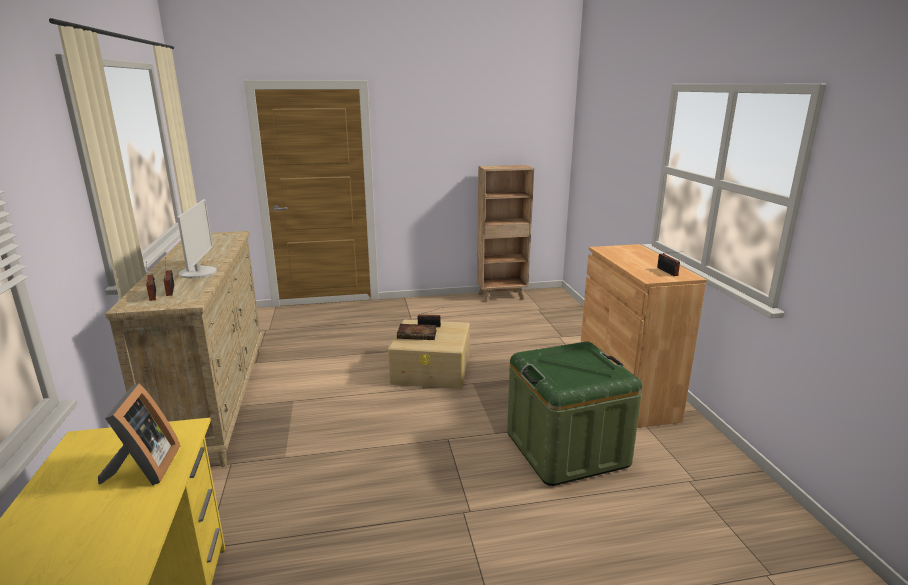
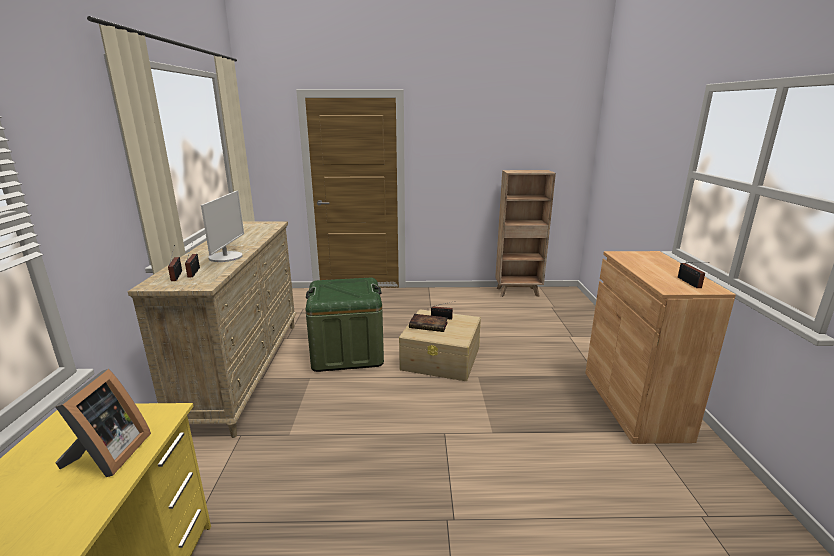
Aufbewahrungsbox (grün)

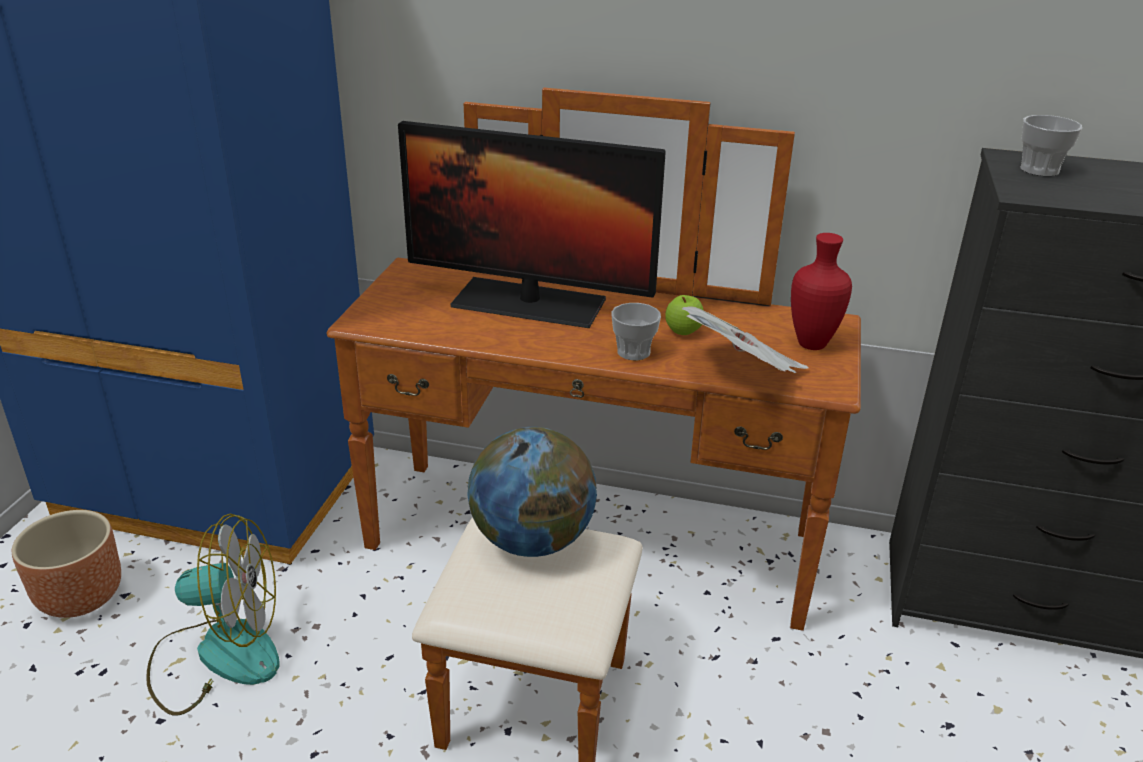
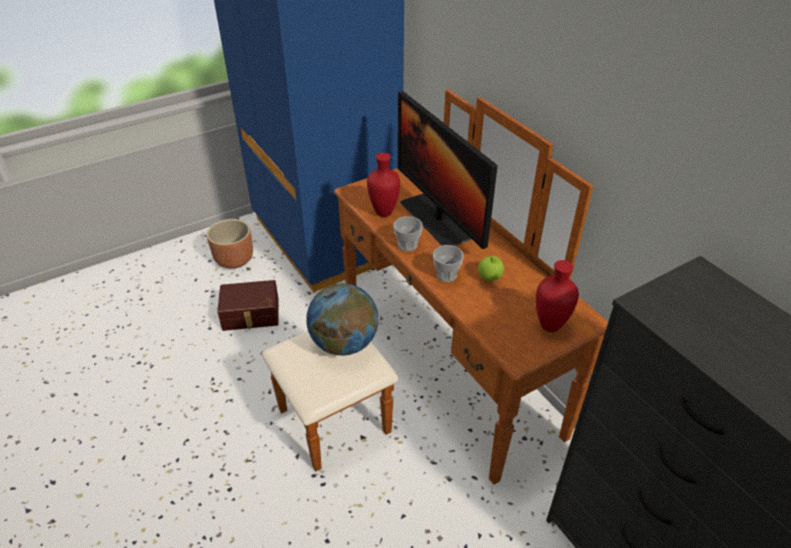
Tasse (no. 1 from left); Zeitung; Aufbewahrungsbox (braun); Vase (rot) (no. 1 from left)

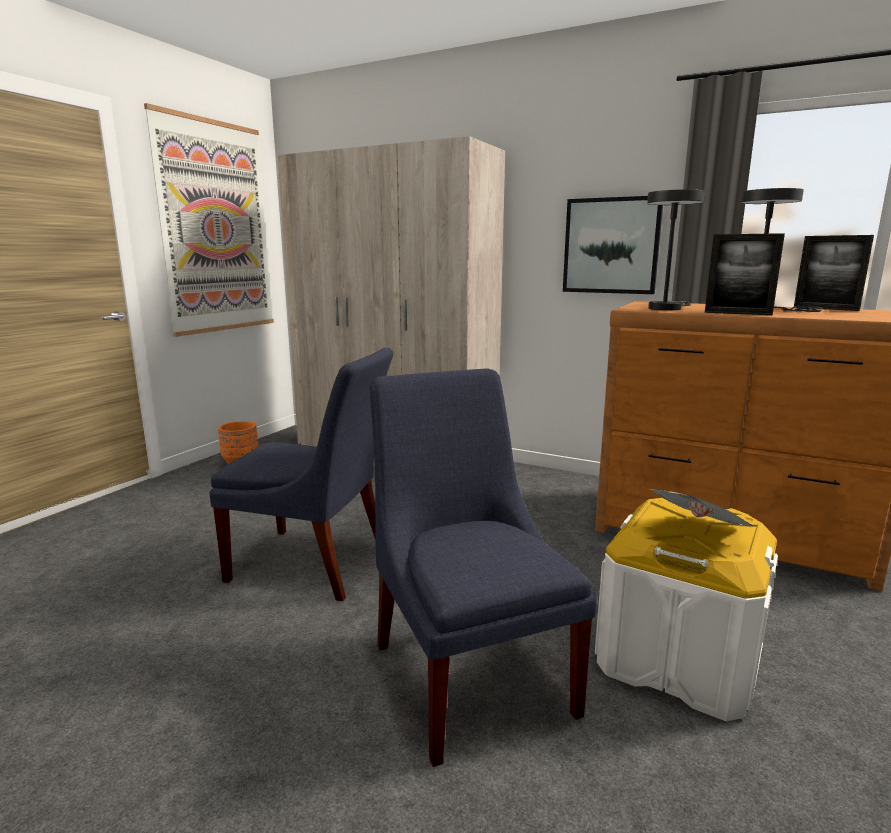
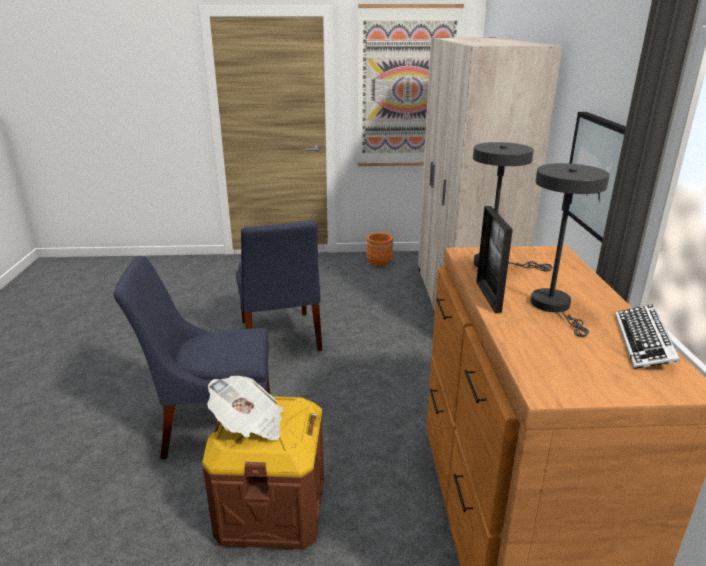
Tastatur; Stuhl (blau) (no. 1 from left); Aufbewahrungsbox (braun)

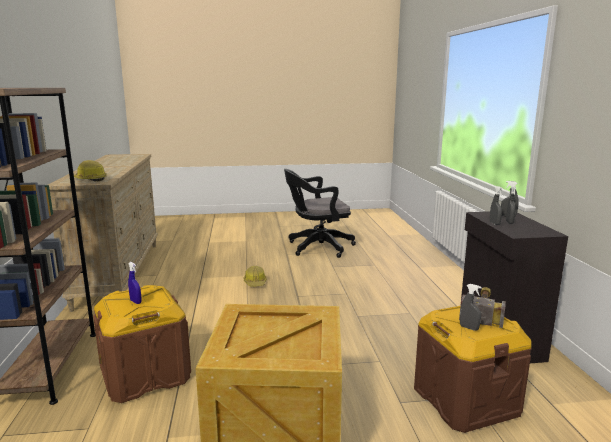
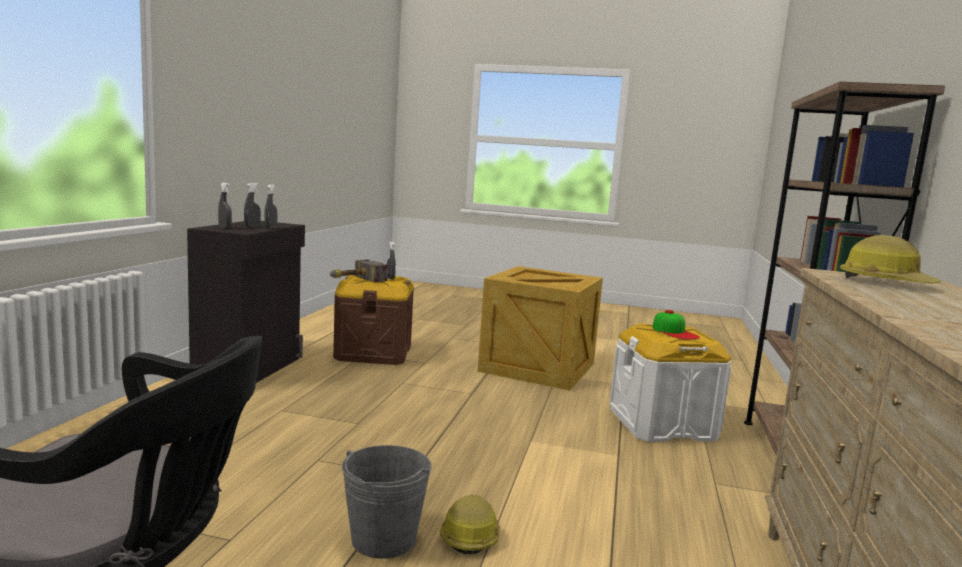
Kappe; Aufbewahrungsbox (weiß); Eimer (grau)

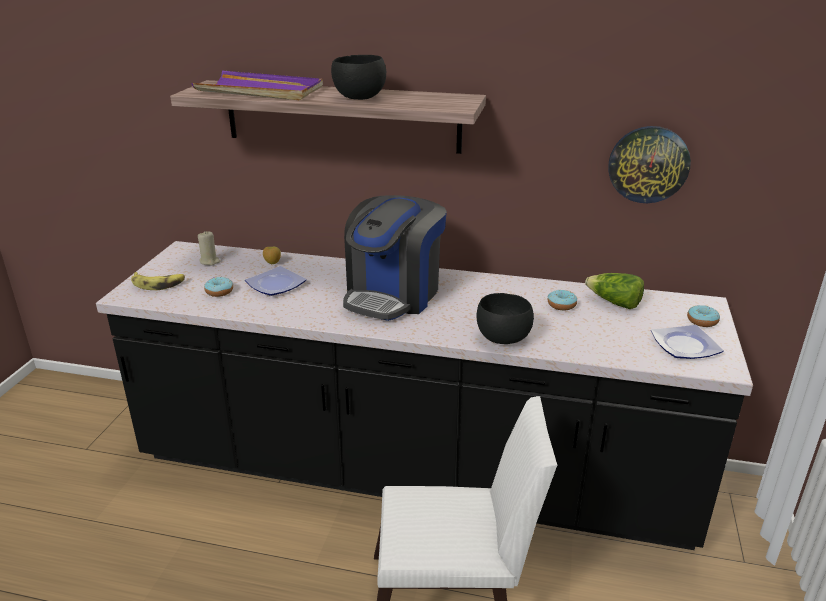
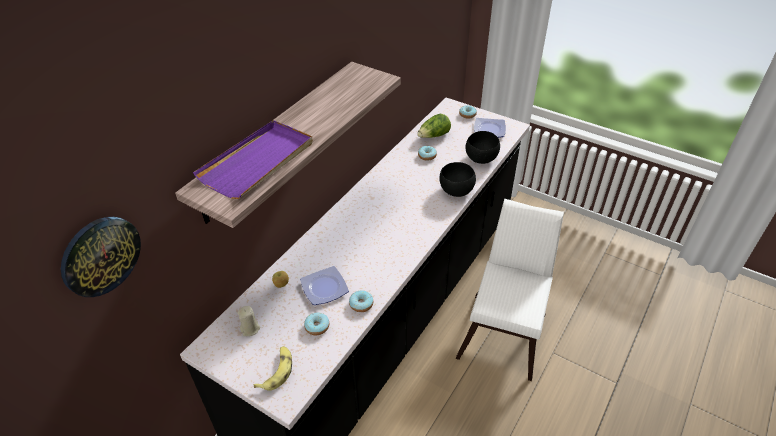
Schüssel (schwarz) (no. 2 from left); Wanduhr; Kaffeemaschine; Donut (no. 2 from left)

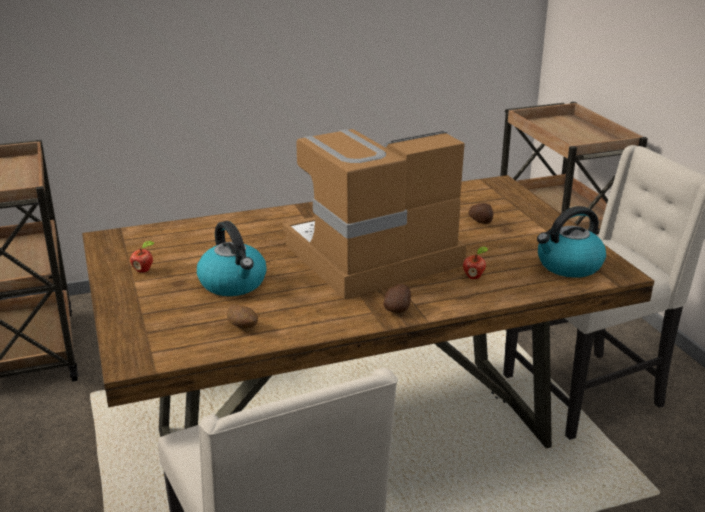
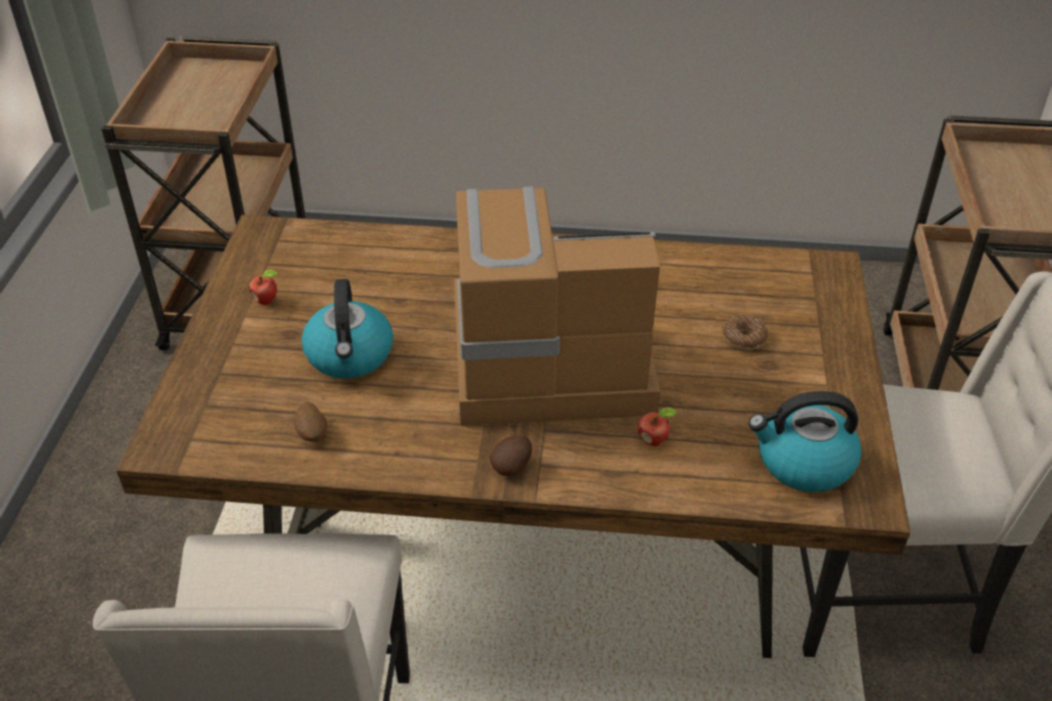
Donut

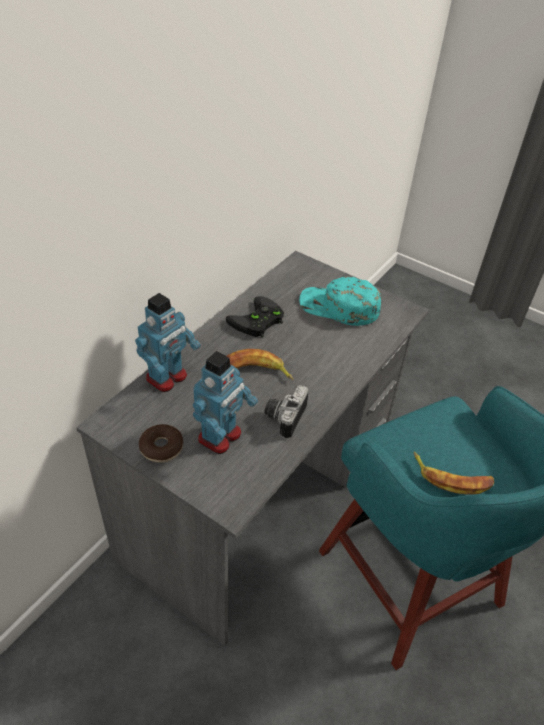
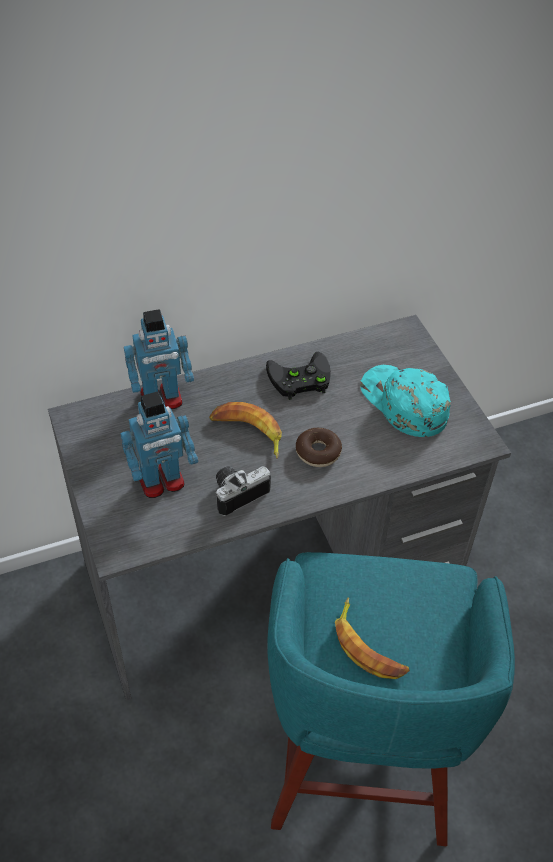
Donut

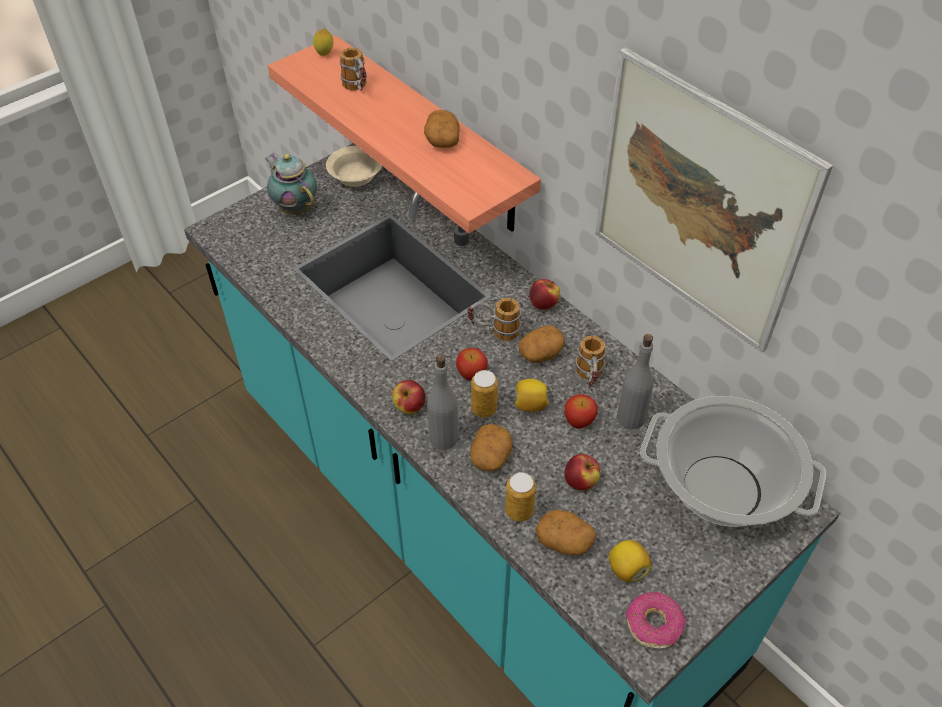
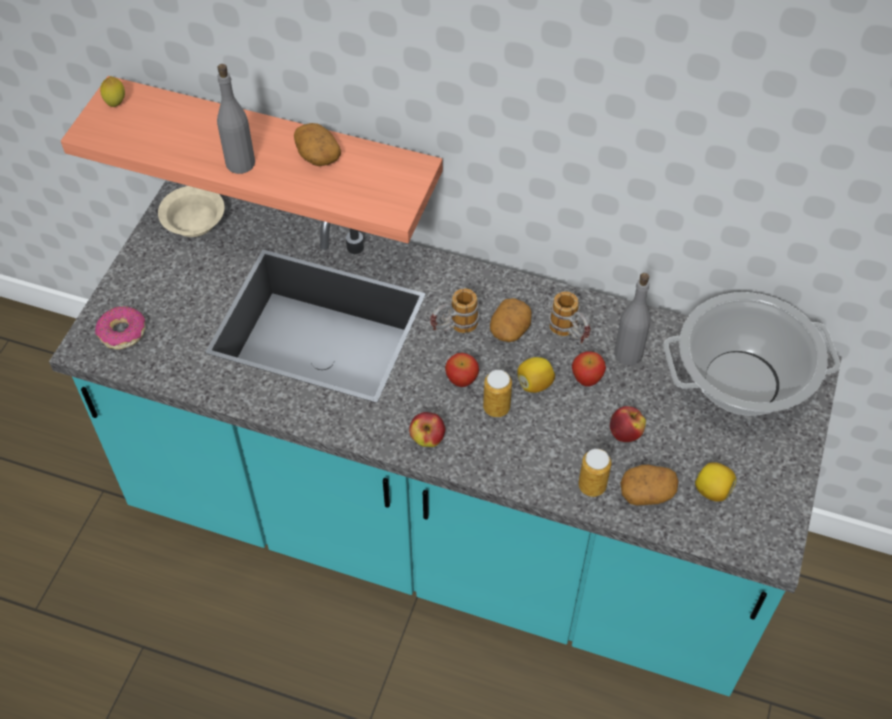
Henkelbecher (no. 1 from left in the first image); Bild; Teekanne; Apfel (no. 3 from left in the first image); Flasche (grau) (no. 1 from left); Kartoffel (no. 2 from left in the first image); Donut

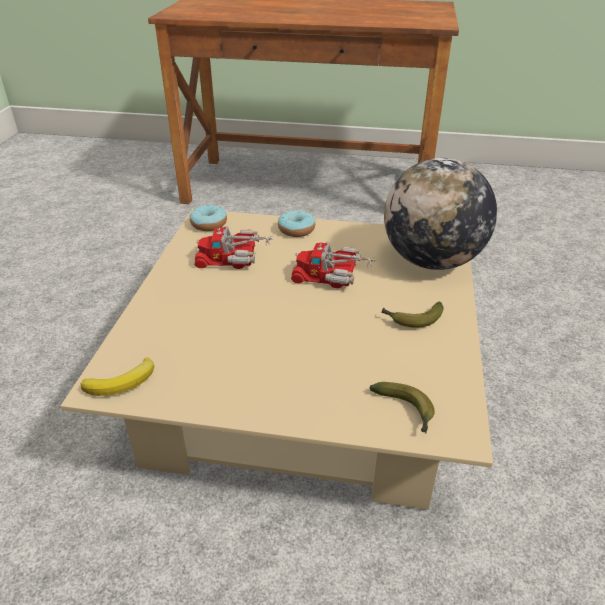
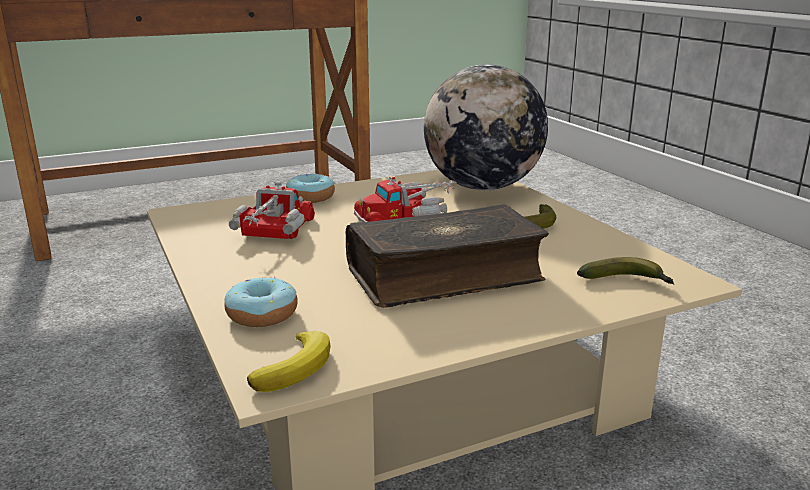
Donut (no. 1 from left); Spielzeuglaster (no. 1 from left); Buch

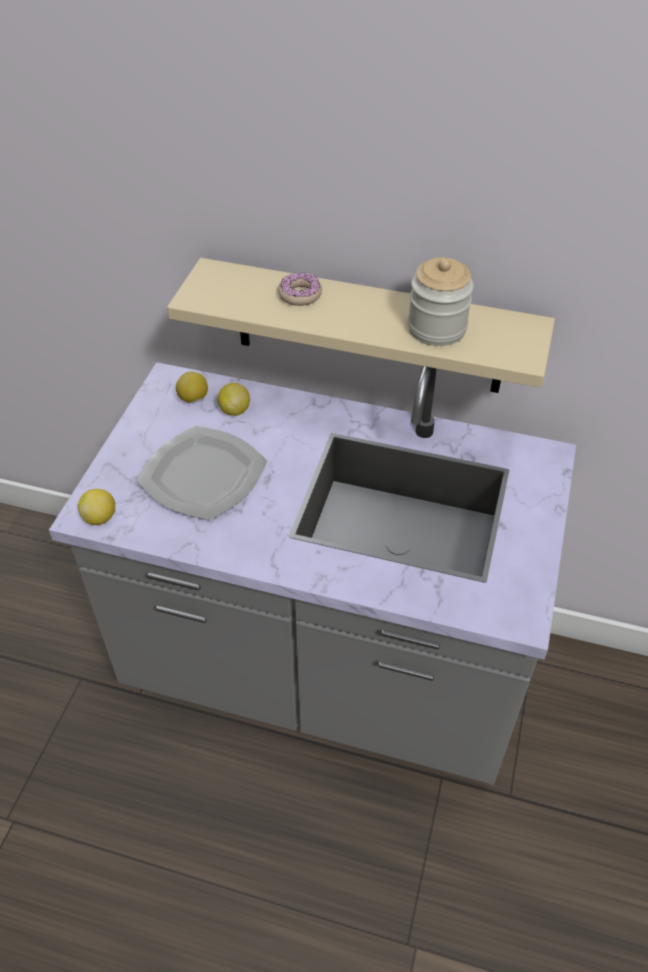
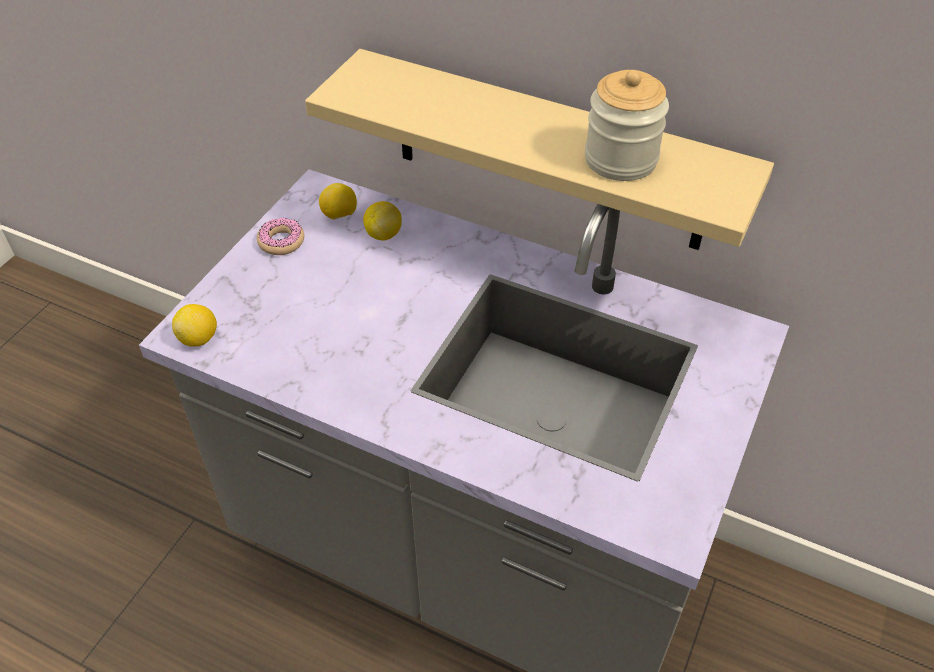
Donut; Teller

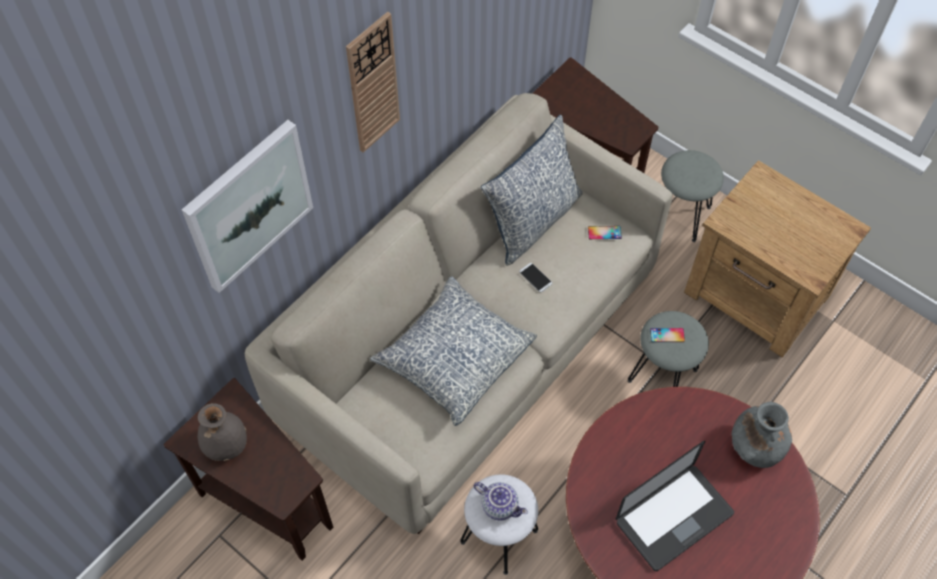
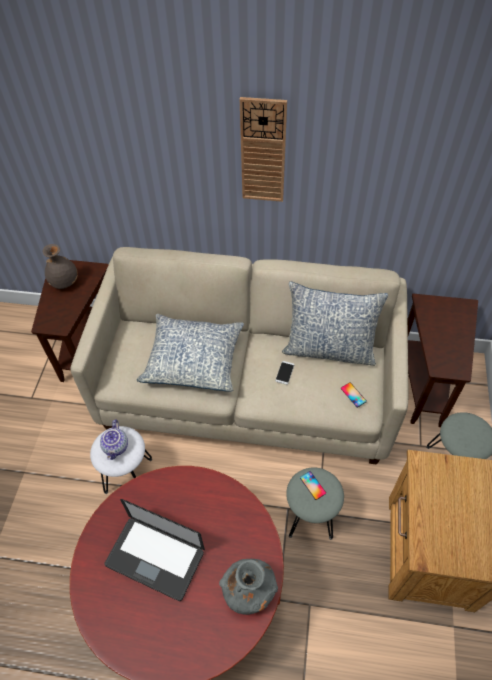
Bild

